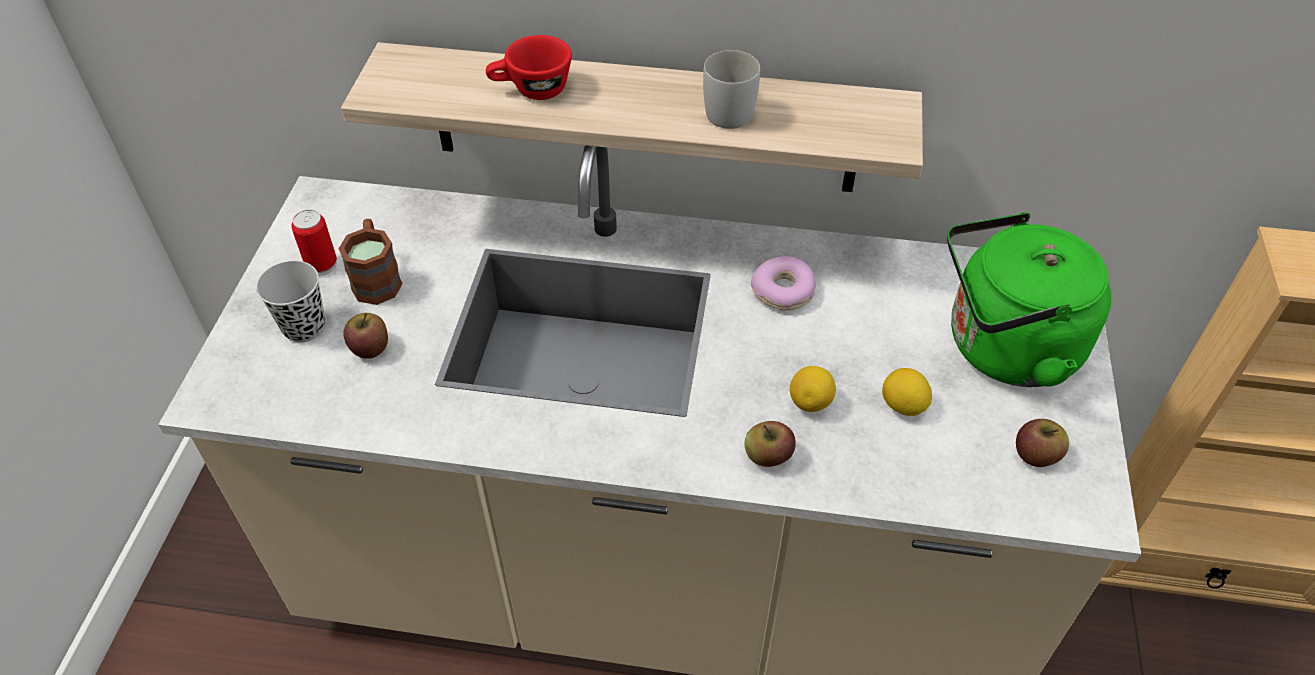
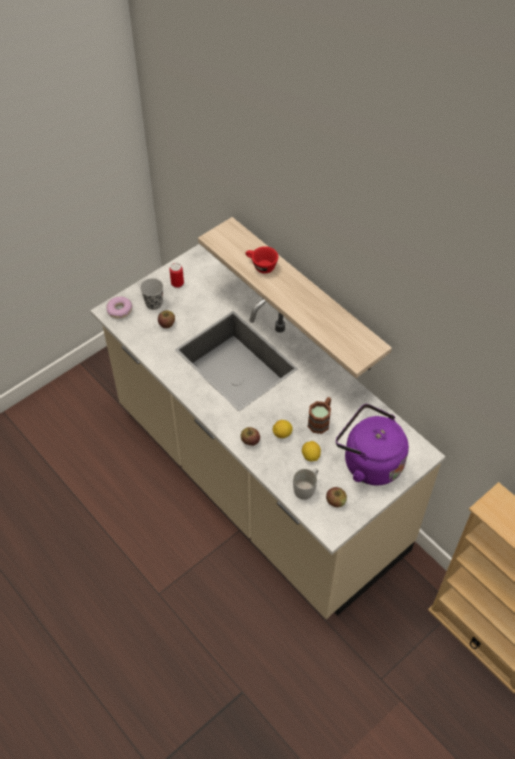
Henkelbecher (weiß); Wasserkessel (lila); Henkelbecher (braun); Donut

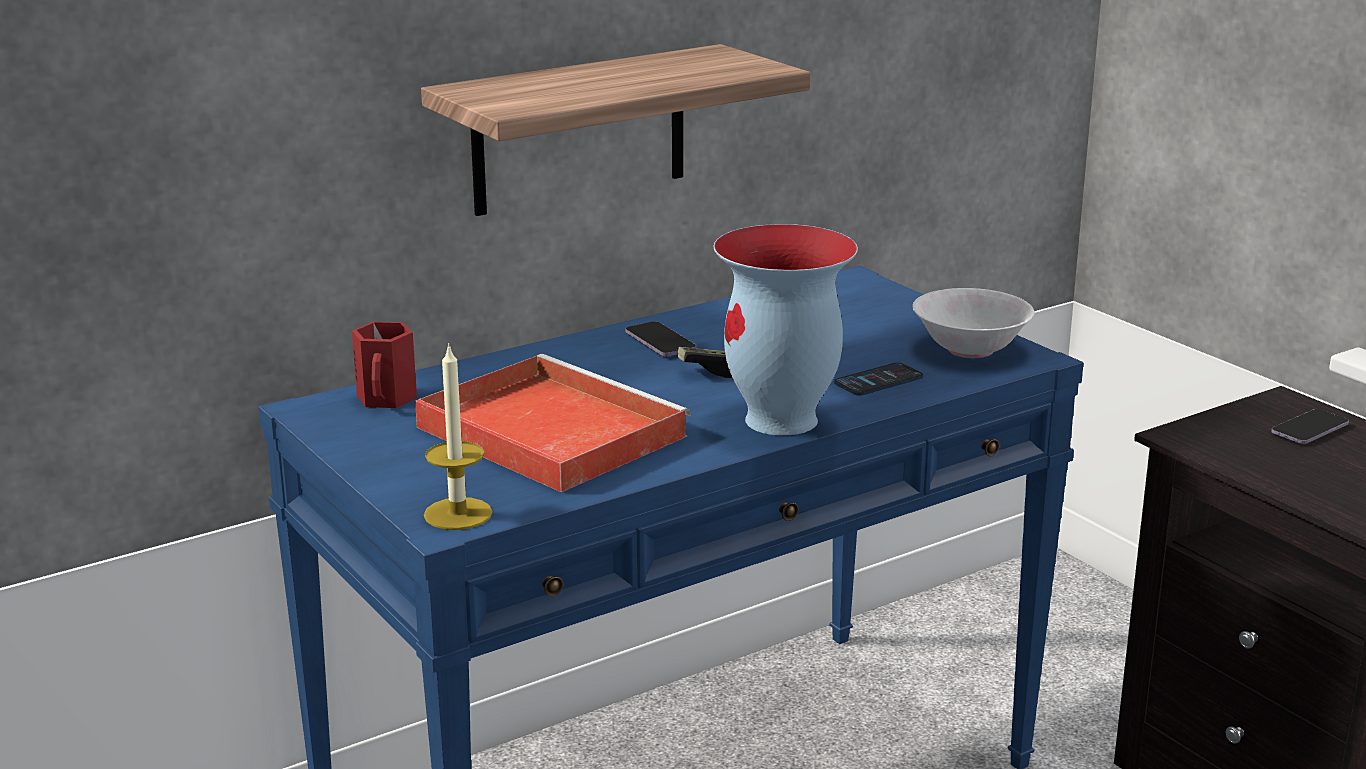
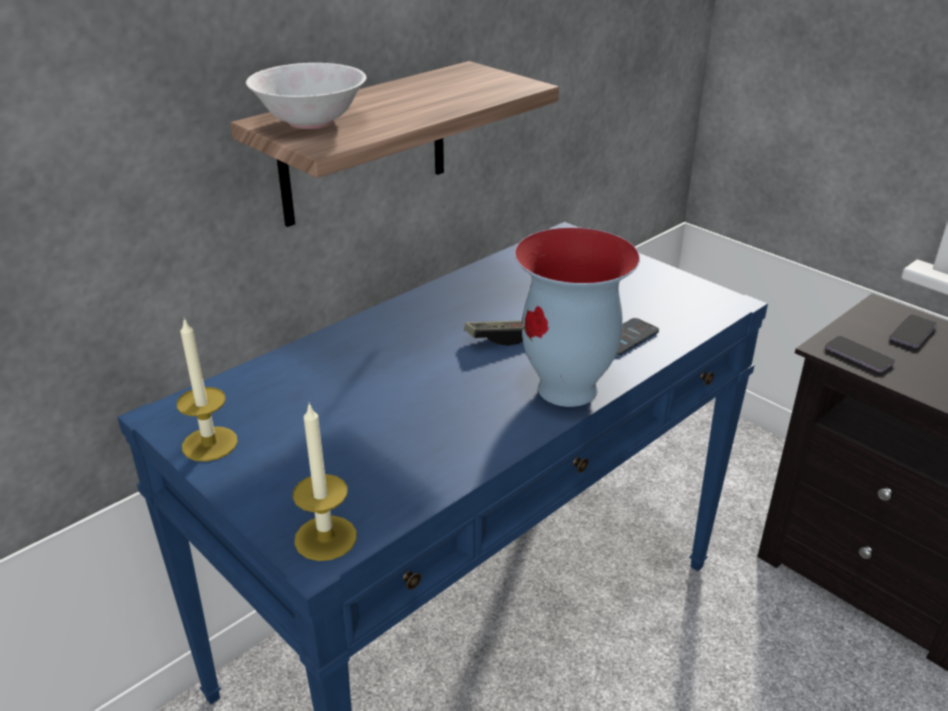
Schüssel (weiß); Handy (no. 2 from left); Henkelbecher (rot); Tablett (rot); Kerze (no. 1 from left)

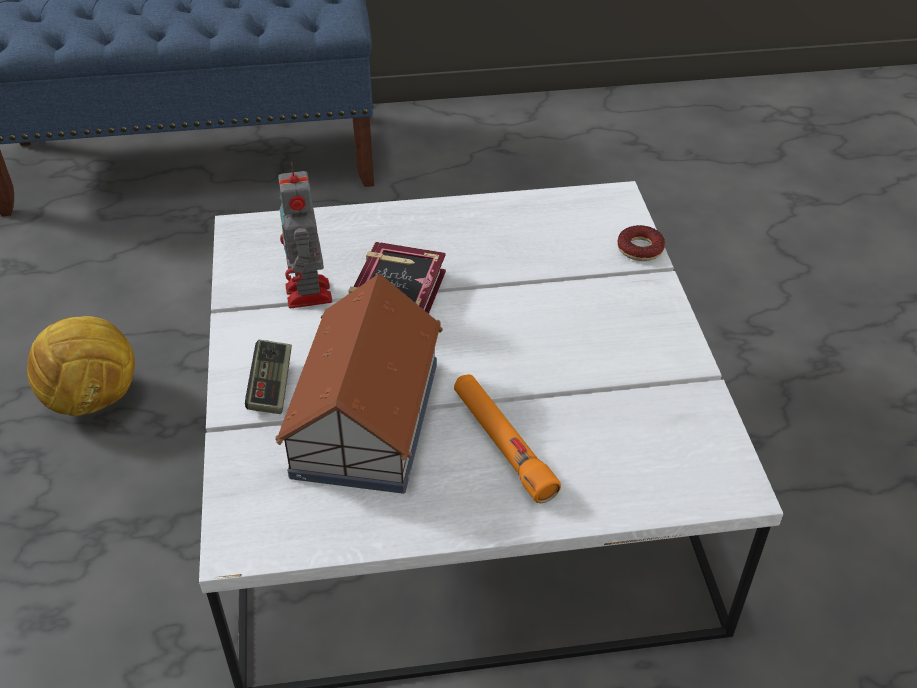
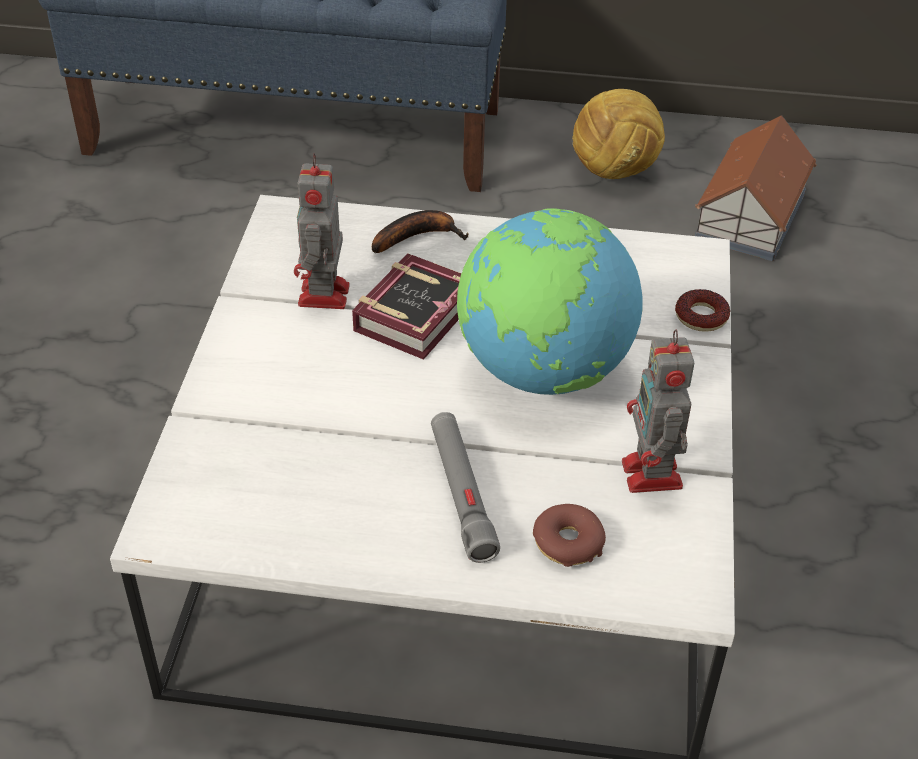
Spielzeughaus; Fußball; Gamepad; Taschenlampe (grau); Globus; Banane; Spielzeugroboter (no. 2 from left); Donut (no. 1 from left)

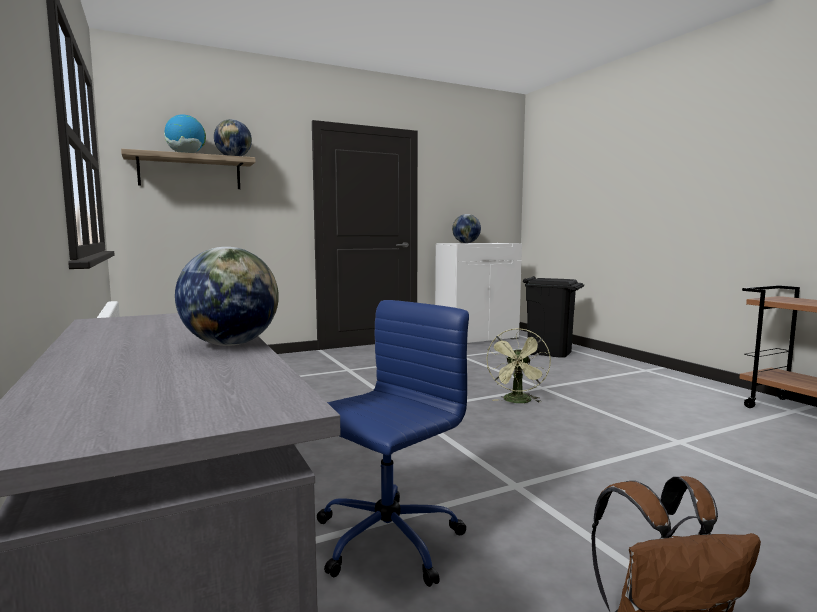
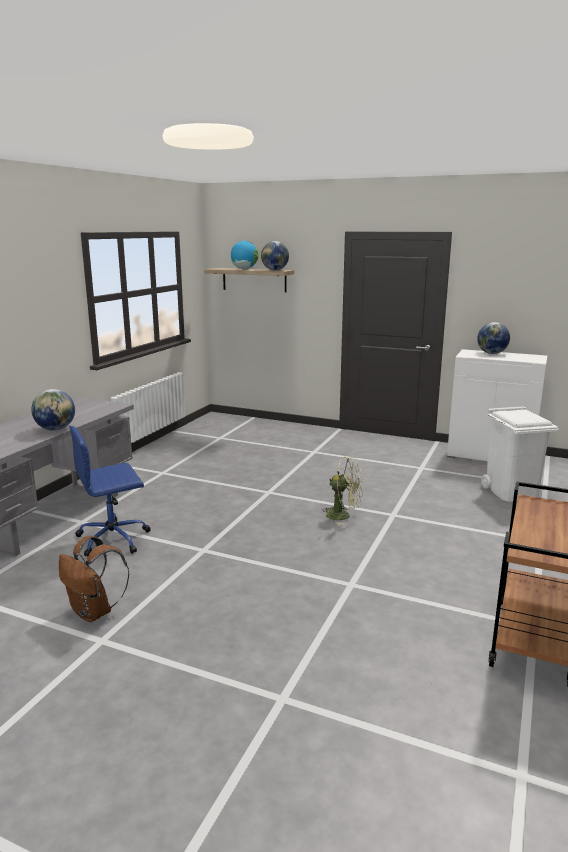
Mülleimer (weiß); Bürostuhl (blau); Ventilator (grün)

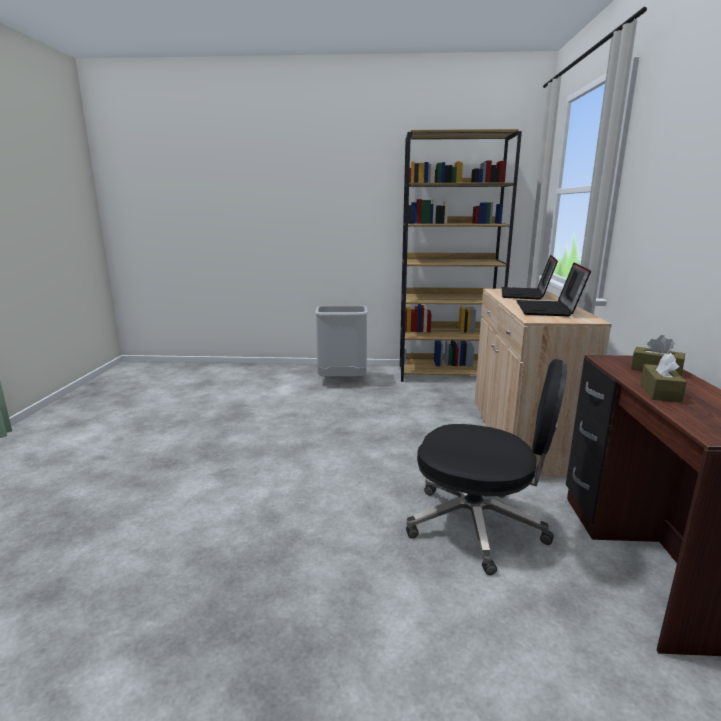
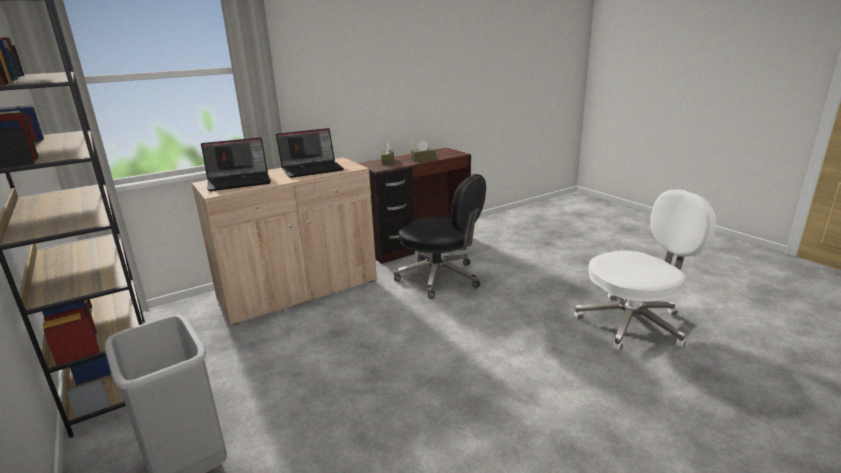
Bürostuhl (schwarz); Bürostuhl (weiß)

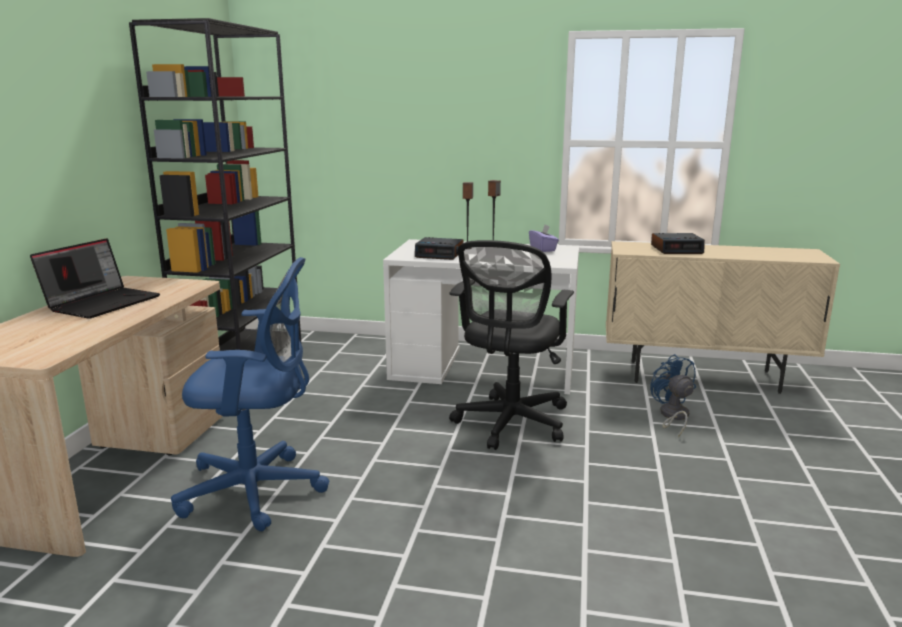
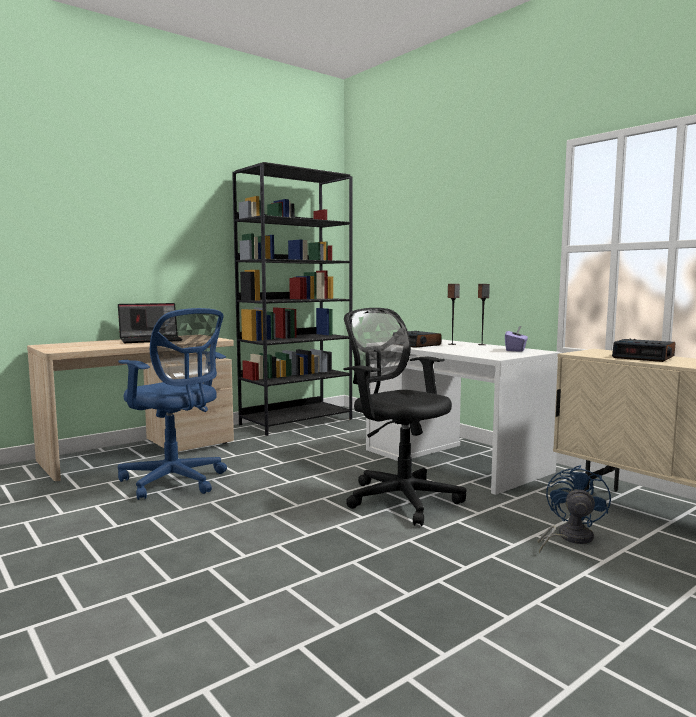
Bürostuhl (schwarz)

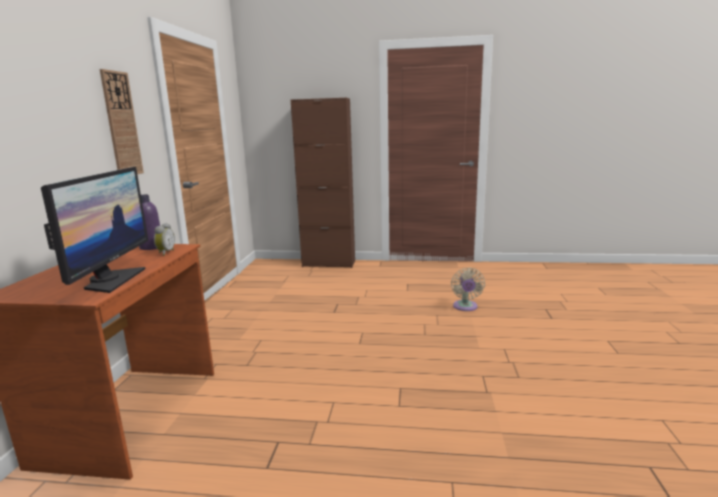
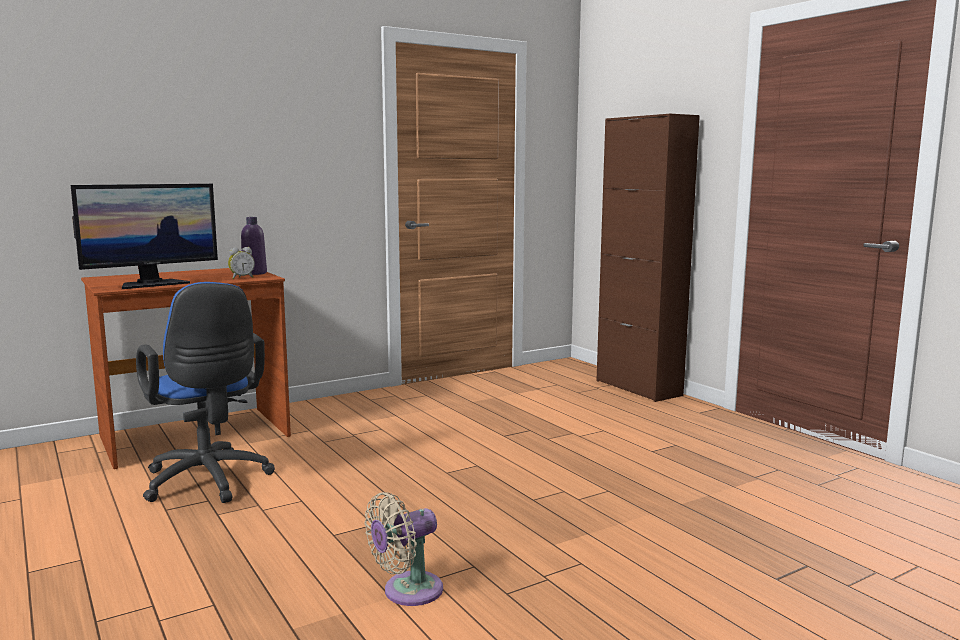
Wanduhr; Ventilator (beige); Bürostuhl (blau)

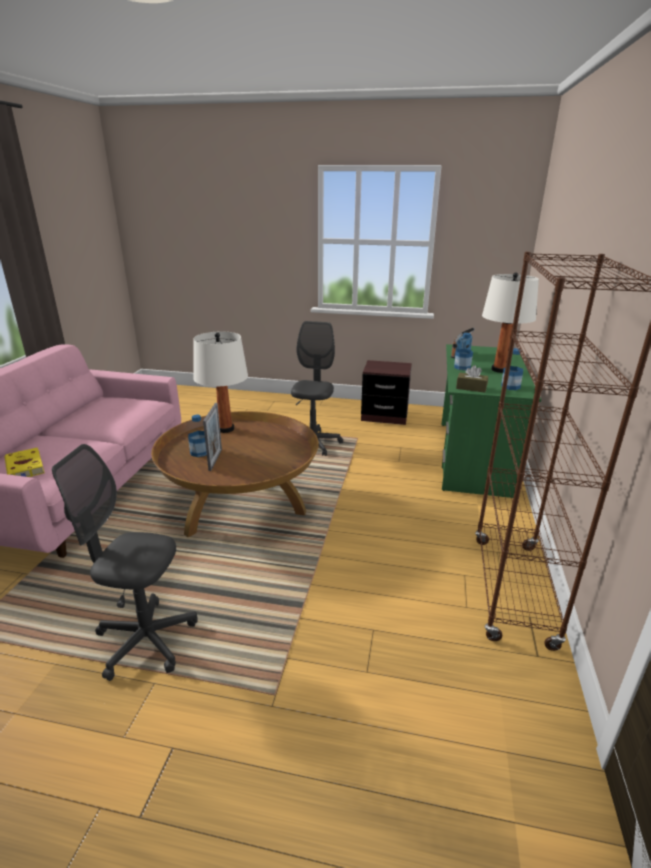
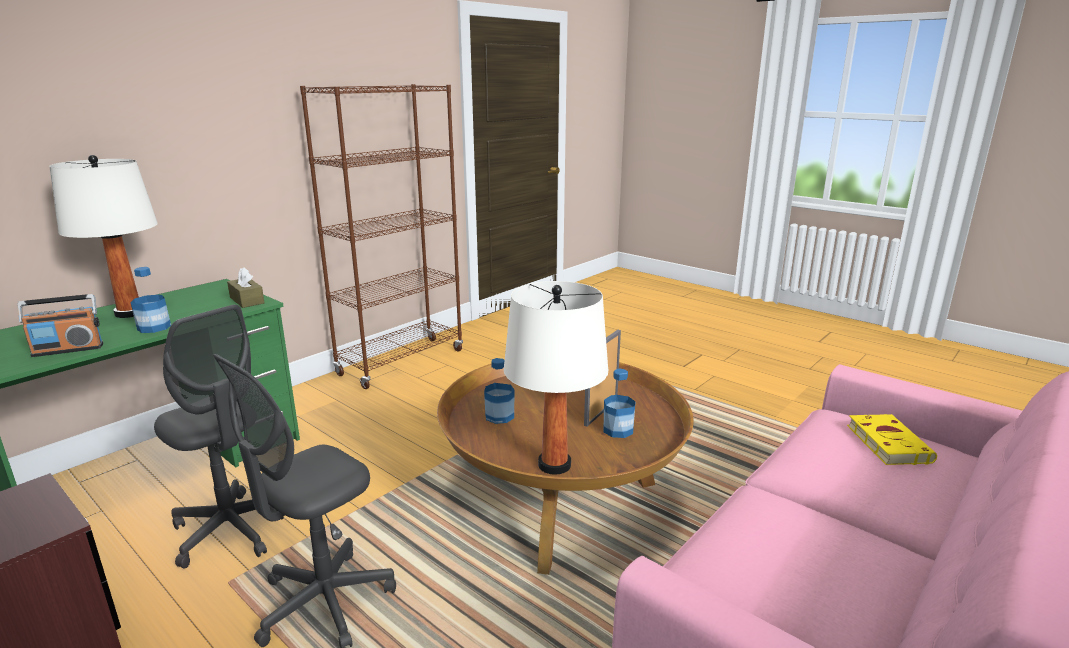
Flasche (no. 2 from left); Bürostuhl (grau) (no. 1 from left)

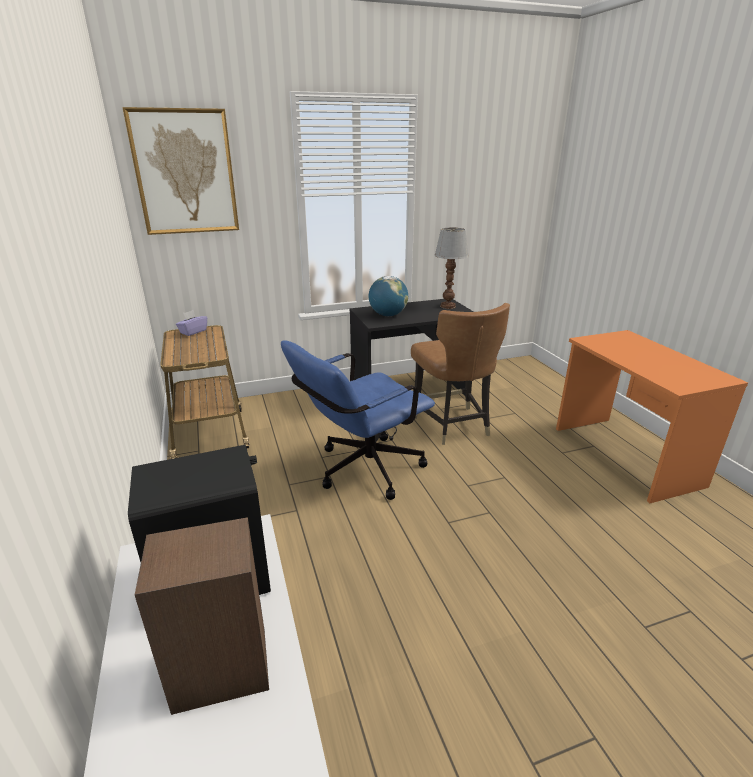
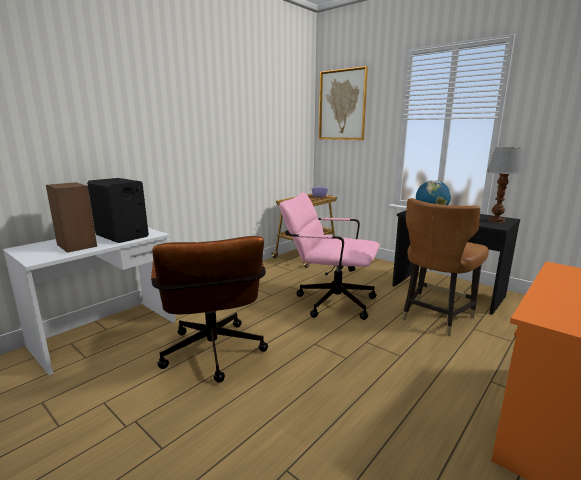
Bürostuhl (rosa); Bürostuhl (braun)

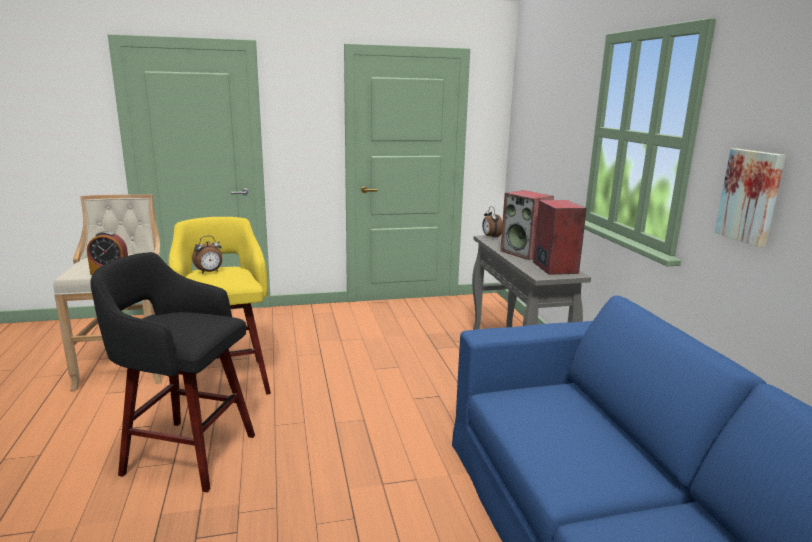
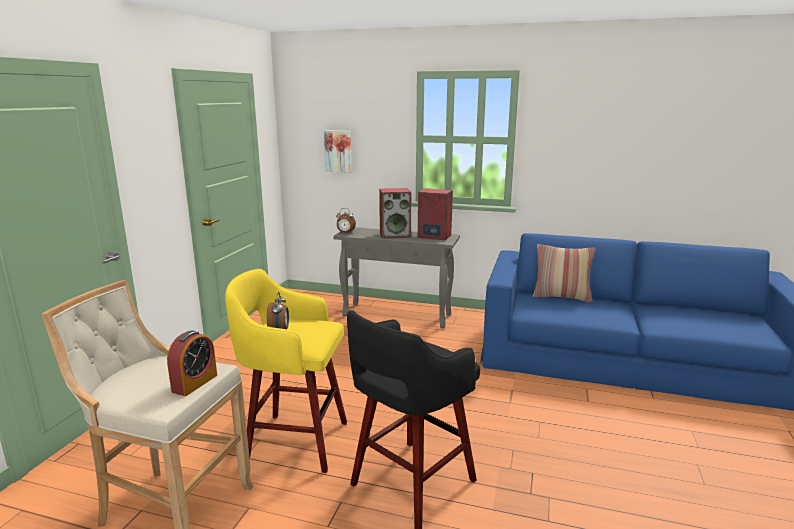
Bild; Kissen

